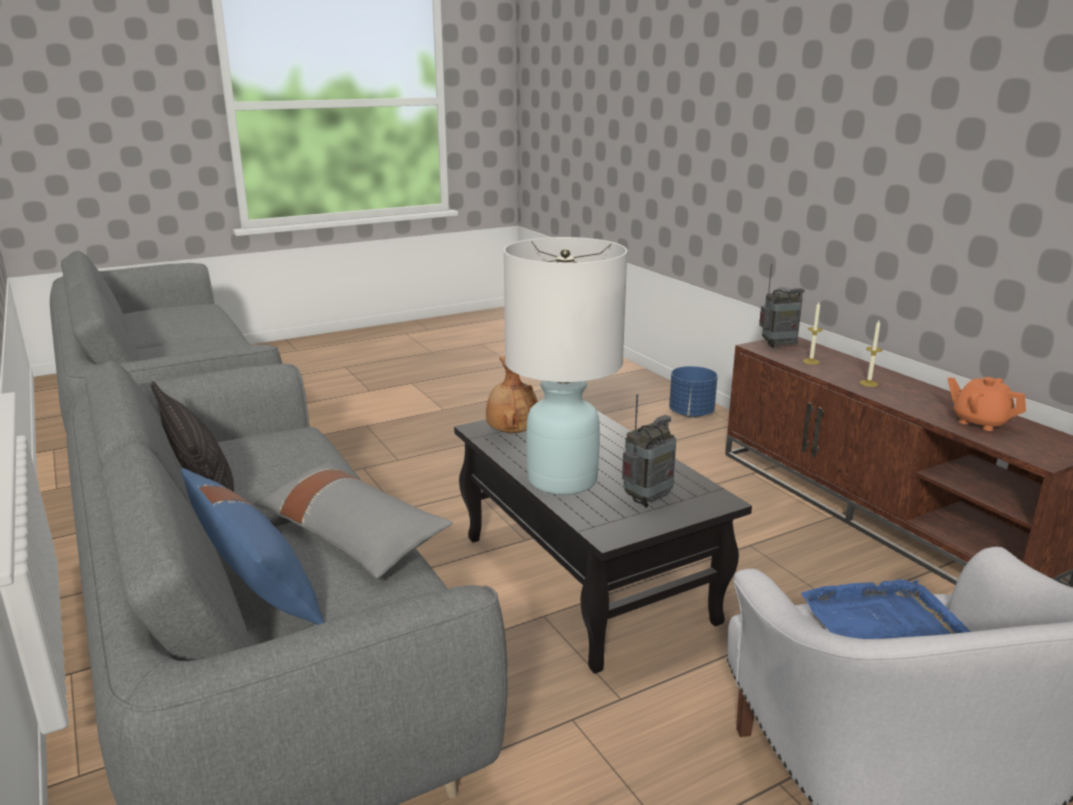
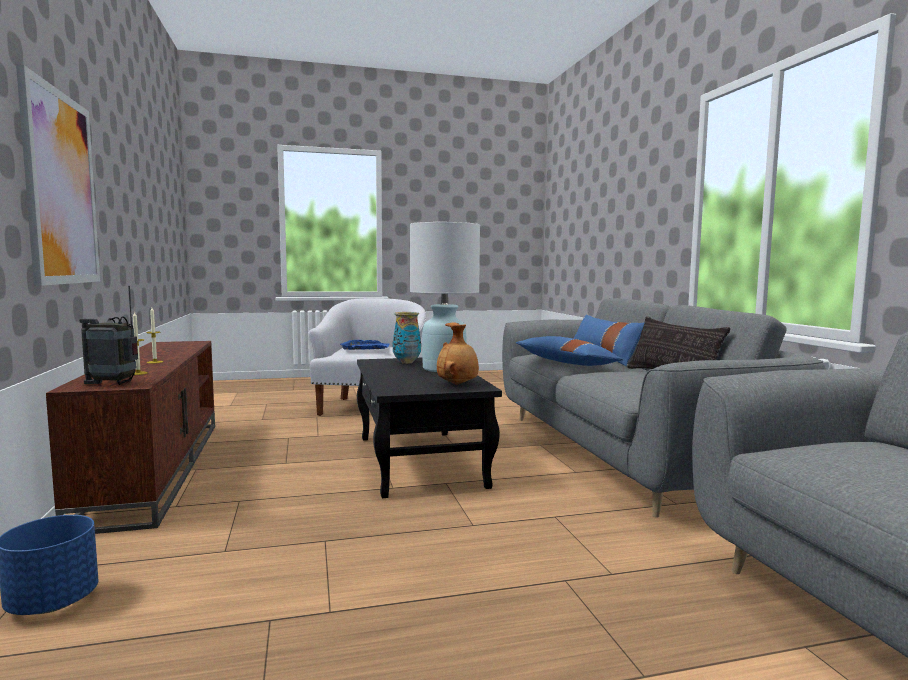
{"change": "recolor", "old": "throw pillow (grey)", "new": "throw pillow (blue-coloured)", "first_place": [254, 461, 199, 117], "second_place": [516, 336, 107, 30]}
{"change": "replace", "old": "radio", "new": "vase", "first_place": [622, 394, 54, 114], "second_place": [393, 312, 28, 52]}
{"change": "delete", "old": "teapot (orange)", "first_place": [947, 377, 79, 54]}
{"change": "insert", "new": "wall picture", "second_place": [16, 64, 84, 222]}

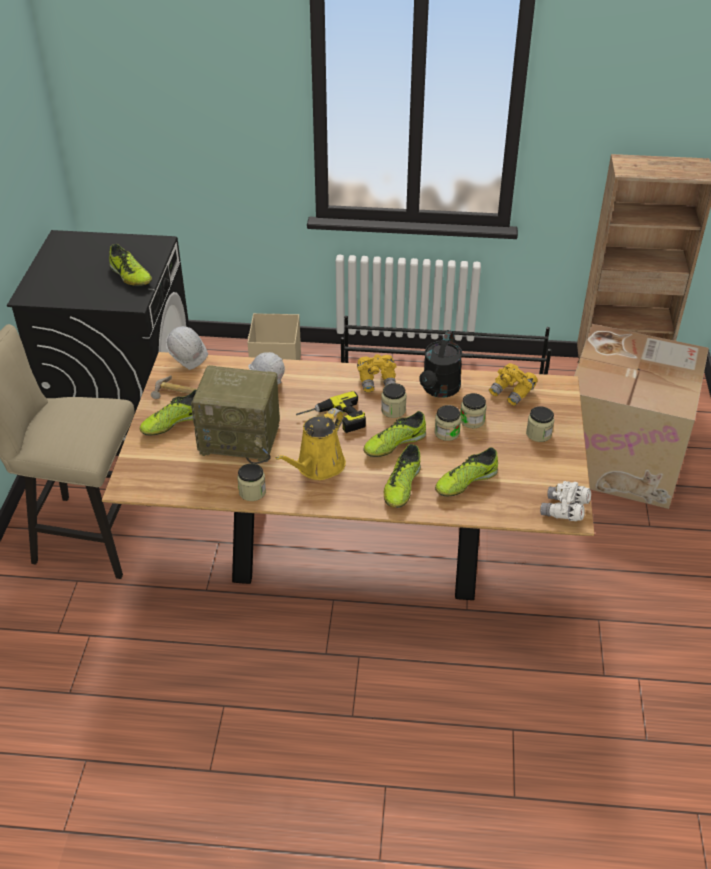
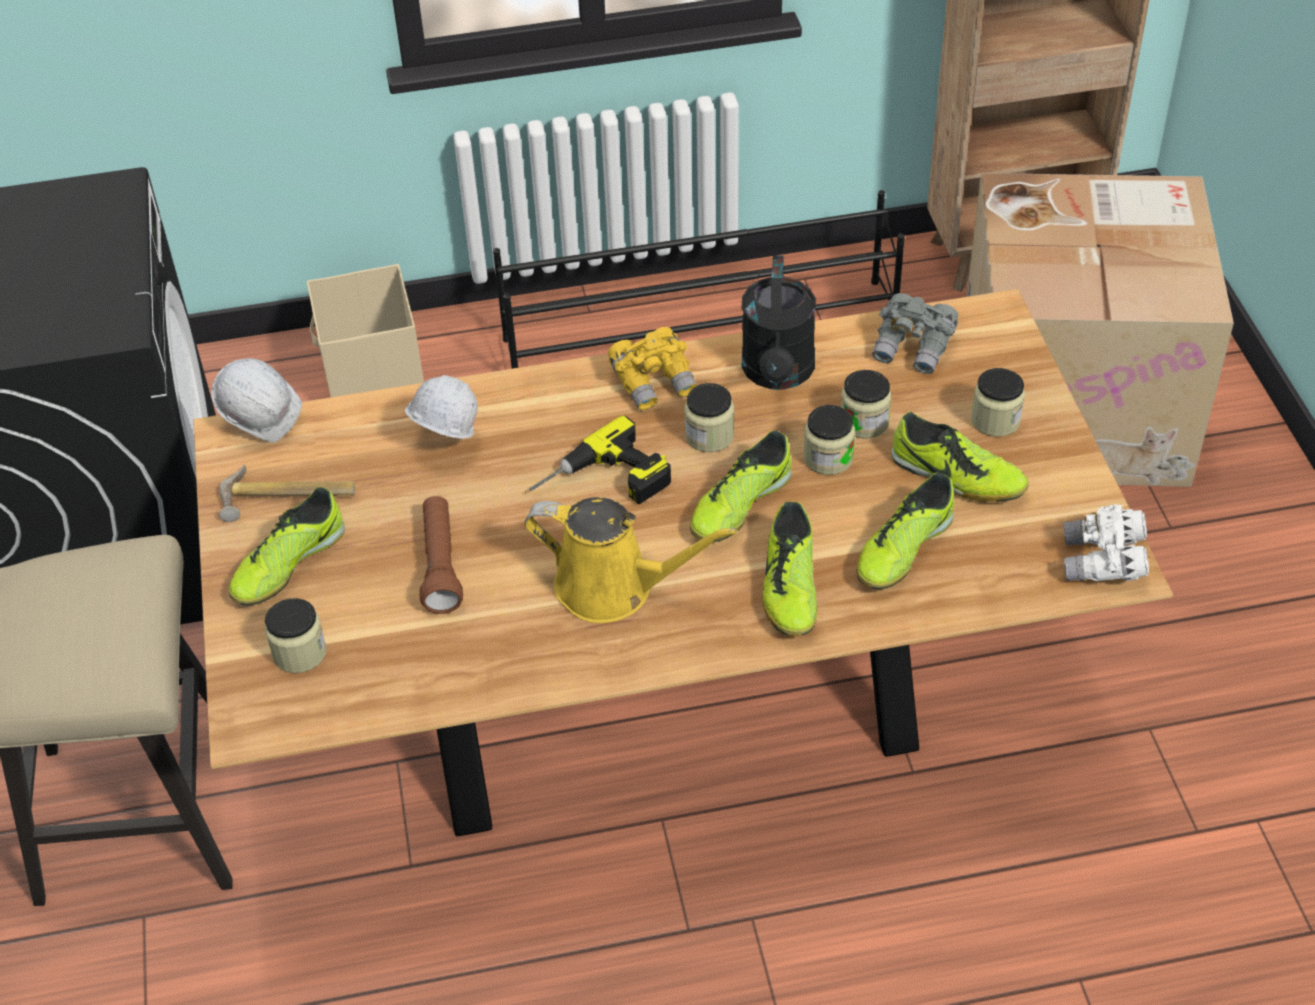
{"change": "move", "old": "item of footwear", "first_place": [109, 244, 43, 42], "second_place": [891, 412, 138, 90]}
{"change": "replace", "old": "radio", "new": "flashlight (brown)", "first_place": [191, 365, 89, 99], "second_place": [419, 496, 44, 118]}
{"change": "move", "old": "jar", "first_place": [237, 463, 29, 38], "second_place": [265, 598, 62, 75]}
{"change": "rotate", "old": "sprinkling can (yellowish)", "first_place": [275, 408, 71, 72], "second_place": [525, 497, 213, 126], "degrees": -90}
{"change": "recolor", "old": "field glasses (yellowish)", "new": "field glasses (grey)", "first_place": [489, 363, 49, 43], "second_place": [872, 293, 86, 81]}

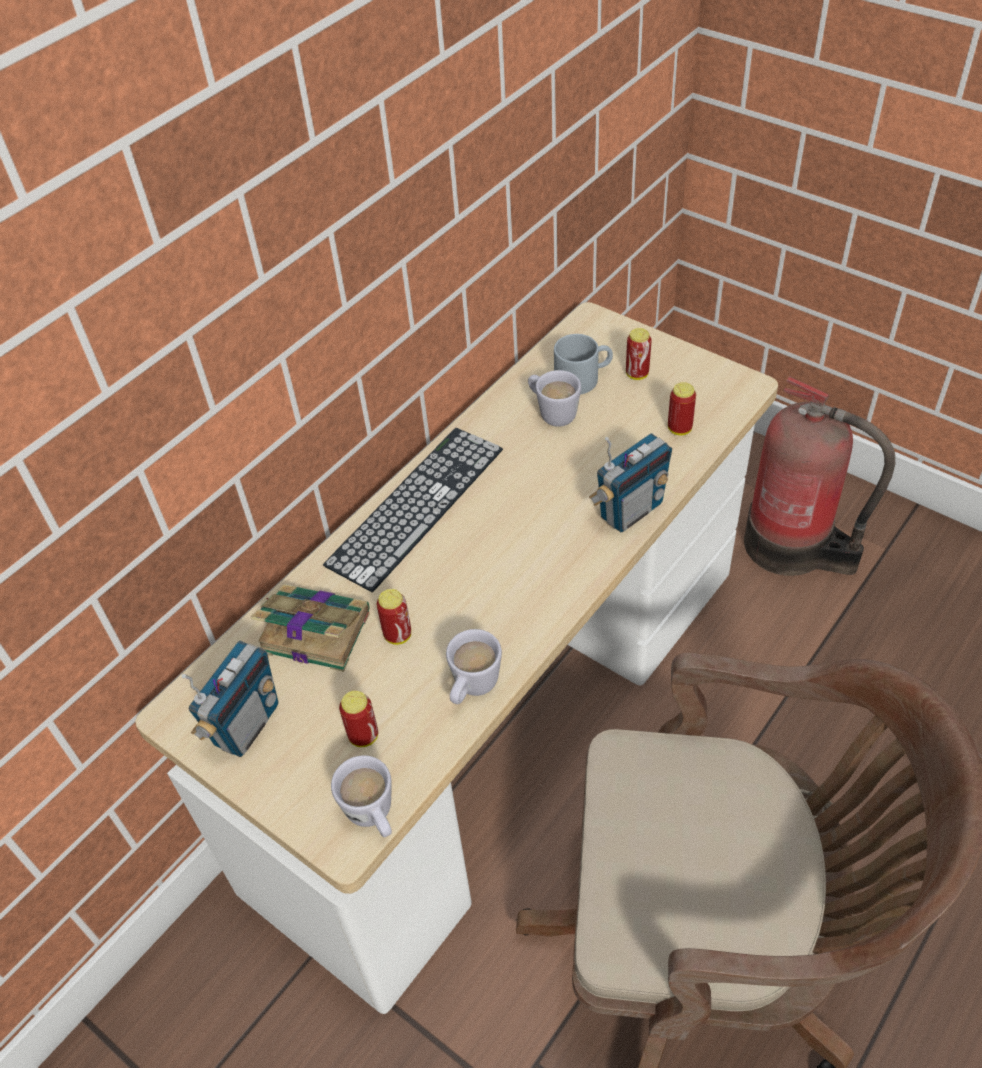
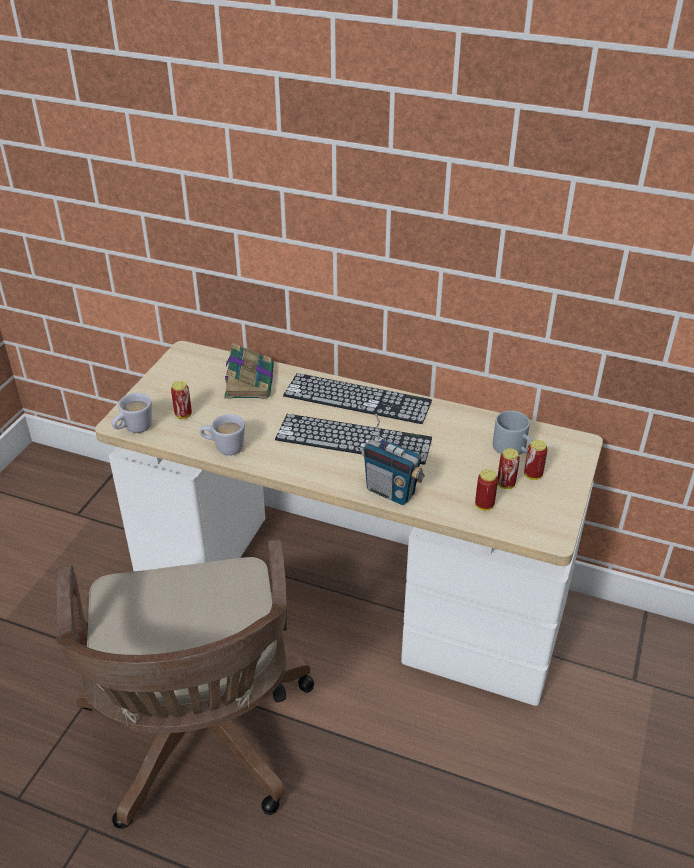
{"change": "delete", "old": "radio", "first_place": [182, 641, 96, 116]}
{"change": "move", "old": "metal can", "first_place": [377, 589, 34, 56], "second_place": [498, 448, 22, 41]}
{"change": "delete", "old": "tea mug (whitish)", "first_place": [528, 370, 53, 57]}
{"change": "delete", "old": "extinguisher", "first_place": [744, 376, 151, 200]}
{"change": "insert", "new": "PC keyboard", "second_place": [275, 414, 157, 50]}

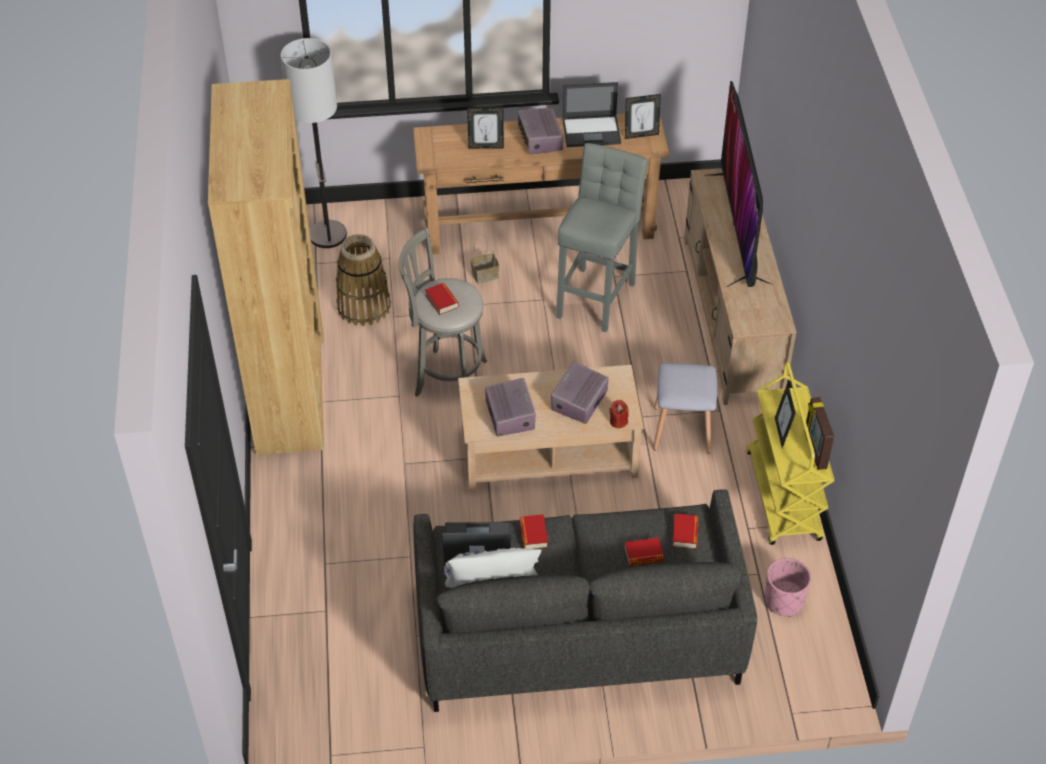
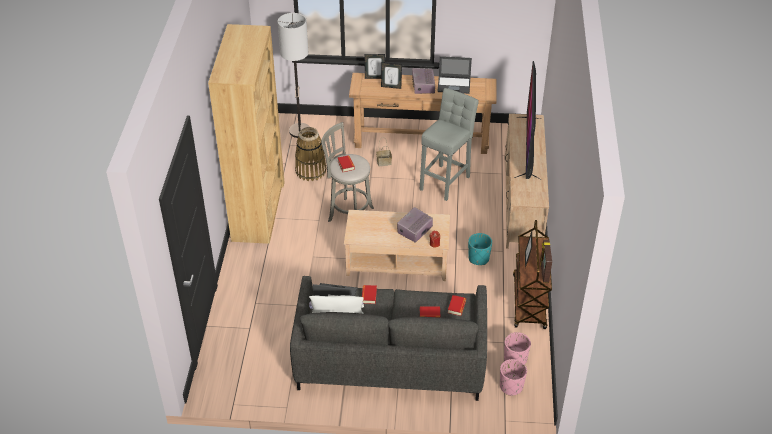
{"change": "delete", "old": "radio", "first_place": [485, 378, 51, 58]}
{"change": "move", "old": "photo frame", "first_place": [625, 94, 36, 45], "second_place": [364, 54, 21, 25]}
{"change": "replace", "old": "stool seat (grey)", "new": "plant pot (turquoise-coloured)", "first_place": [653, 363, 64, 90], "second_place": [468, 233, 24, 32]}
{"change": "recolor", "old": "trolley (yellowish)", "new": "trolley (brown)", "first_place": [746, 362, 88, 183], "second_place": [513, 220, 39, 109]}
{"change": "insert", "new": "plant pot (pink)", "second_place": [500, 359, 27, 37]}

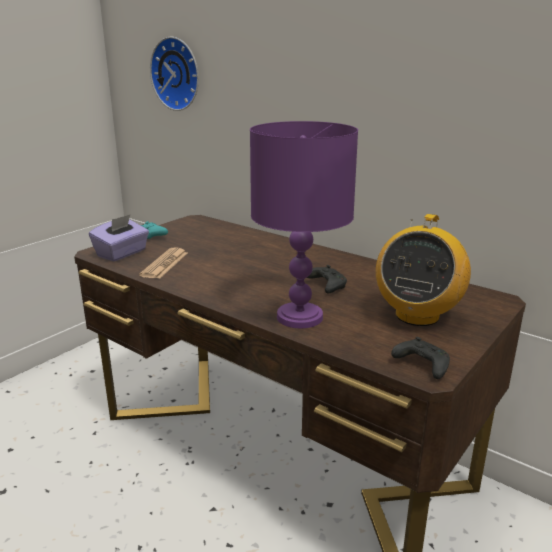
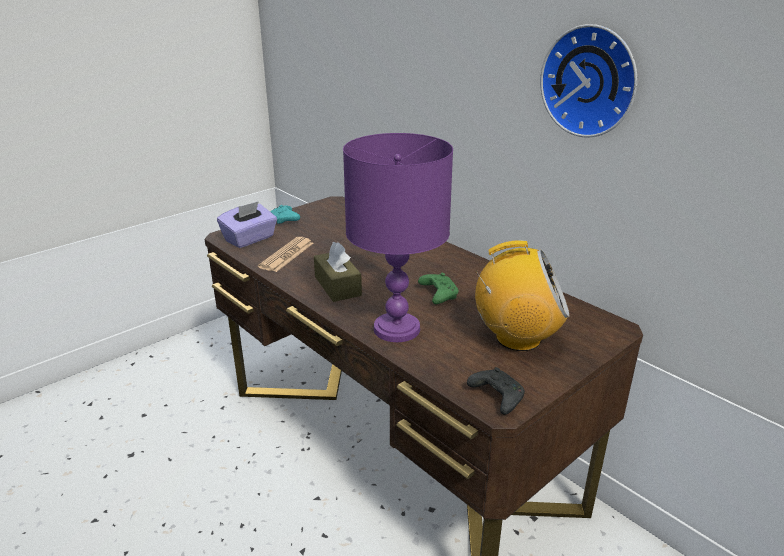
{"change": "move", "old": "clock on the wall", "first_place": [150, 37, 49, 74], "second_place": [540, 24, 97, 114]}
{"change": "recolor", "old": "game controller (blackish)", "new": "game controller (greenish)", "first_place": [307, 265, 40, 28], "second_place": [418, 273, 40, 31]}
{"change": "rotate", "old": "radio", "first_place": [376, 214, 95, 112], "second_place": [475, 240, 94, 111], "degrees": -120}
{"change": "insert", "new": "tissue holder (brown)", "second_place": [314, 242, 48, 60]}

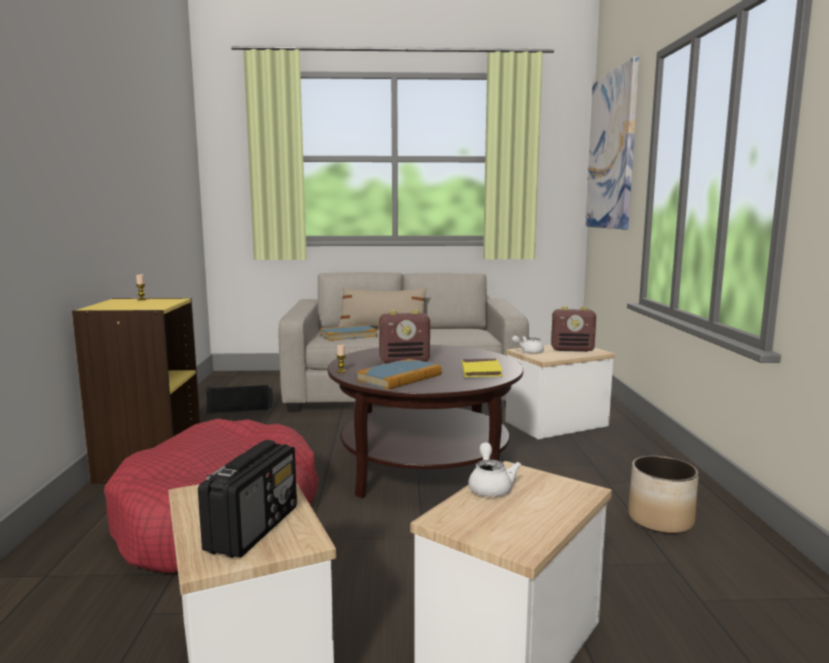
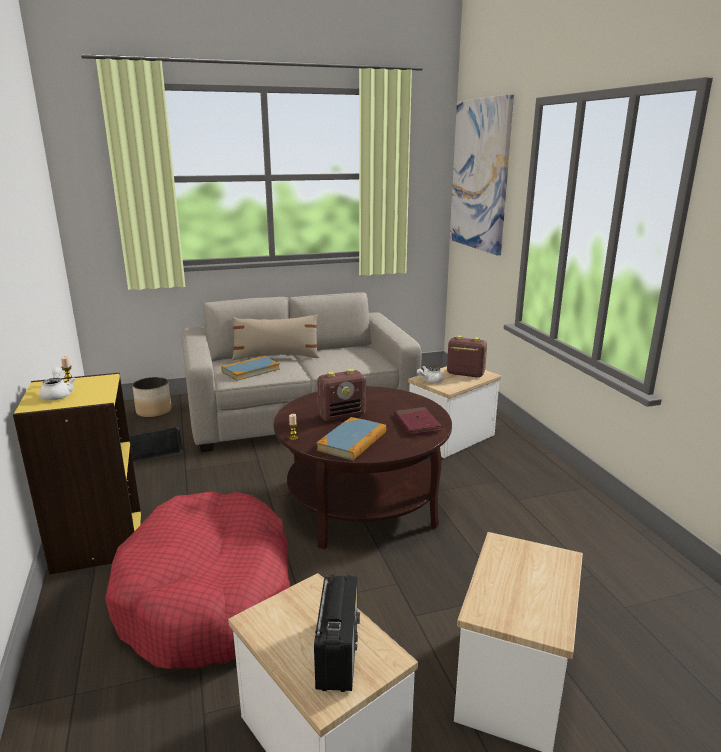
{"change": "recolor", "old": "book (yellowish)", "new": "book (reddish)", "first_place": [462, 359, 41, 18], "second_place": [395, 407, 46, 28]}
{"change": "move", "old": "teapot (whitish)", "first_place": [468, 442, 53, 55], "second_place": [39, 367, 37, 34]}
{"change": "rotate", "old": "radio", "first_place": [551, 306, 45, 46], "second_place": [447, 336, 40, 41], "degrees": -150}
{"change": "move", "old": "plant pot", "first_place": [628, 456, 71, 78], "second_place": [132, 377, 40, 41]}

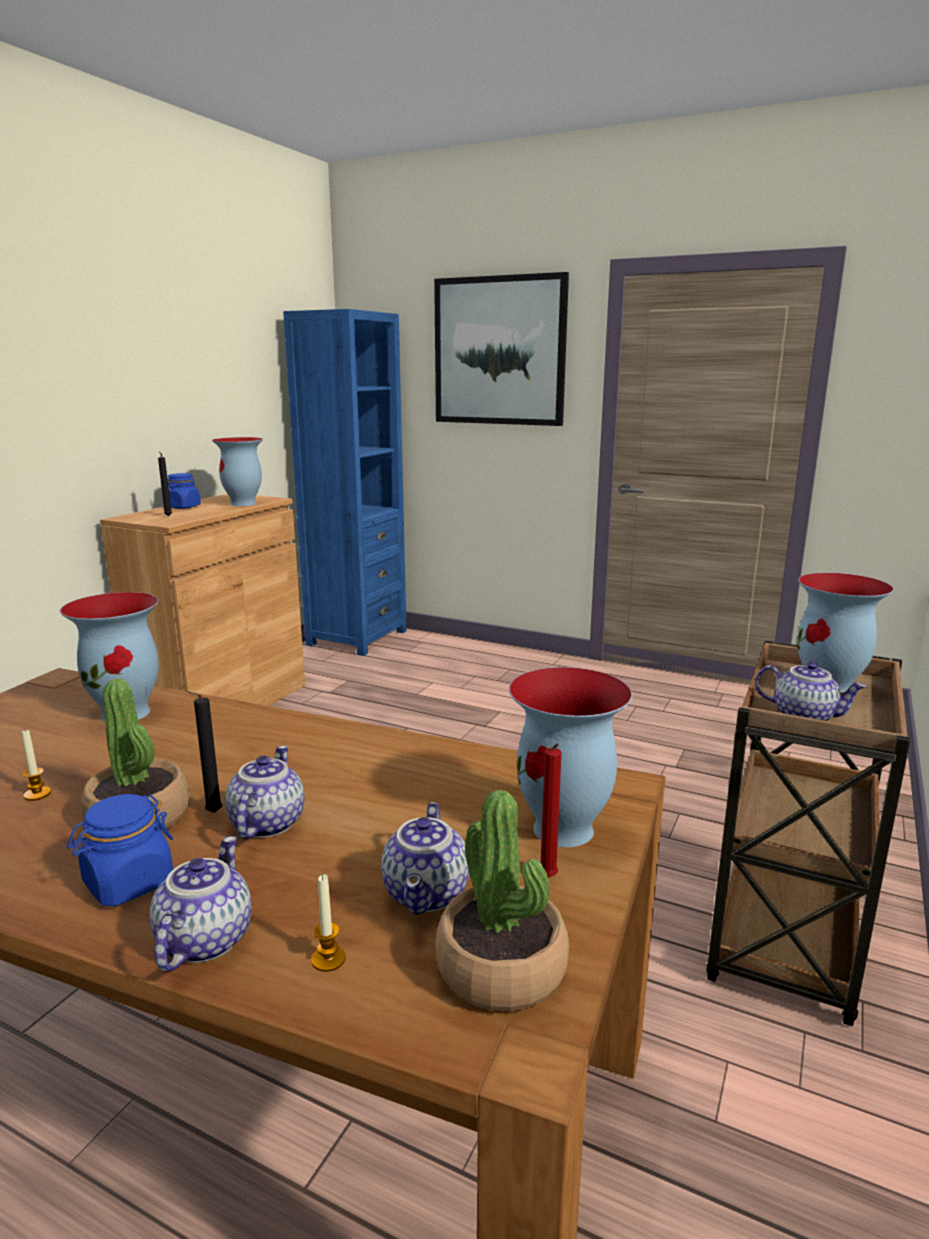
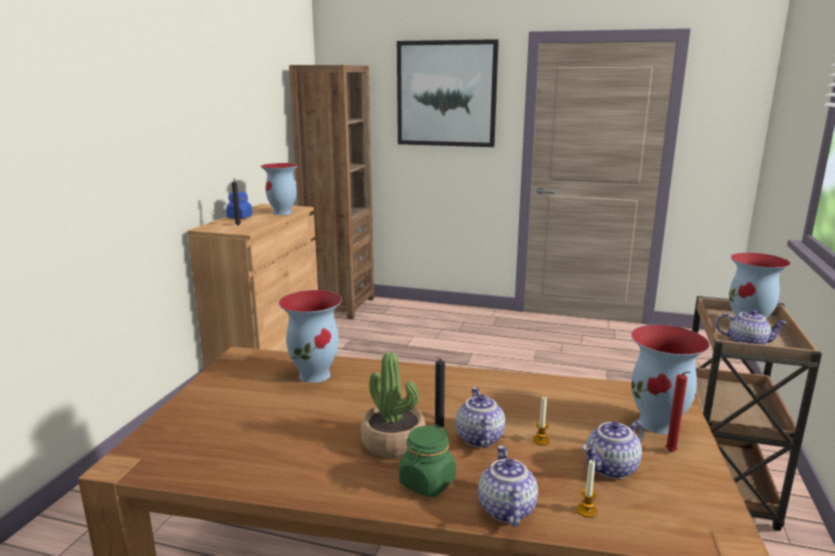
{"change": "move", "old": "wax candle", "first_place": [21, 730, 30, 71], "second_place": [533, 397, 17, 48]}
{"change": "recolor", "old": "jar (blue-coloured)", "new": "jar (greenish)", "first_place": [66, 794, 107, 112], "second_place": [399, 425, 57, 72]}
{"change": "recolor", "old": "bookshelf (blue-coloured)", "new": "bookshelf (brown)", "first_place": [283, 309, 124, 347], "second_place": [289, 65, 85, 255]}
{"change": "rotate", "old": "teapot", "first_place": [381, 802, 88, 113], "second_place": [583, 420, 61, 59], "degrees": 60}
{"change": "delete", "old": "potted plant", "first_place": [435, 790, 134, 221]}

